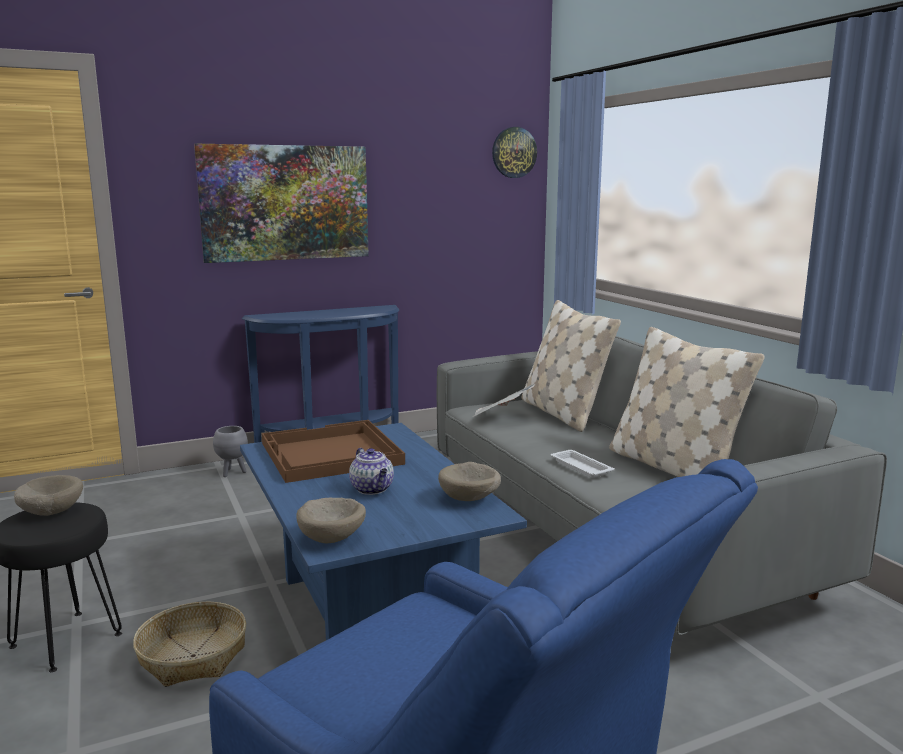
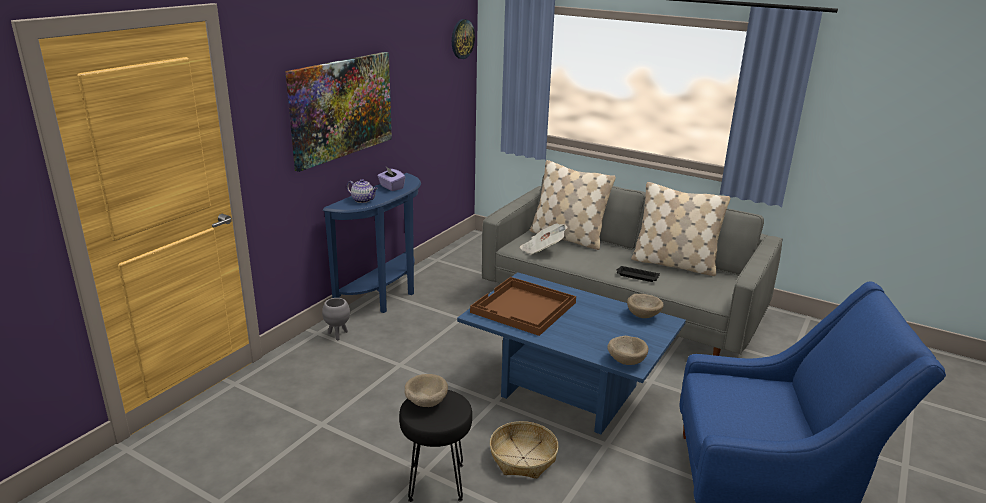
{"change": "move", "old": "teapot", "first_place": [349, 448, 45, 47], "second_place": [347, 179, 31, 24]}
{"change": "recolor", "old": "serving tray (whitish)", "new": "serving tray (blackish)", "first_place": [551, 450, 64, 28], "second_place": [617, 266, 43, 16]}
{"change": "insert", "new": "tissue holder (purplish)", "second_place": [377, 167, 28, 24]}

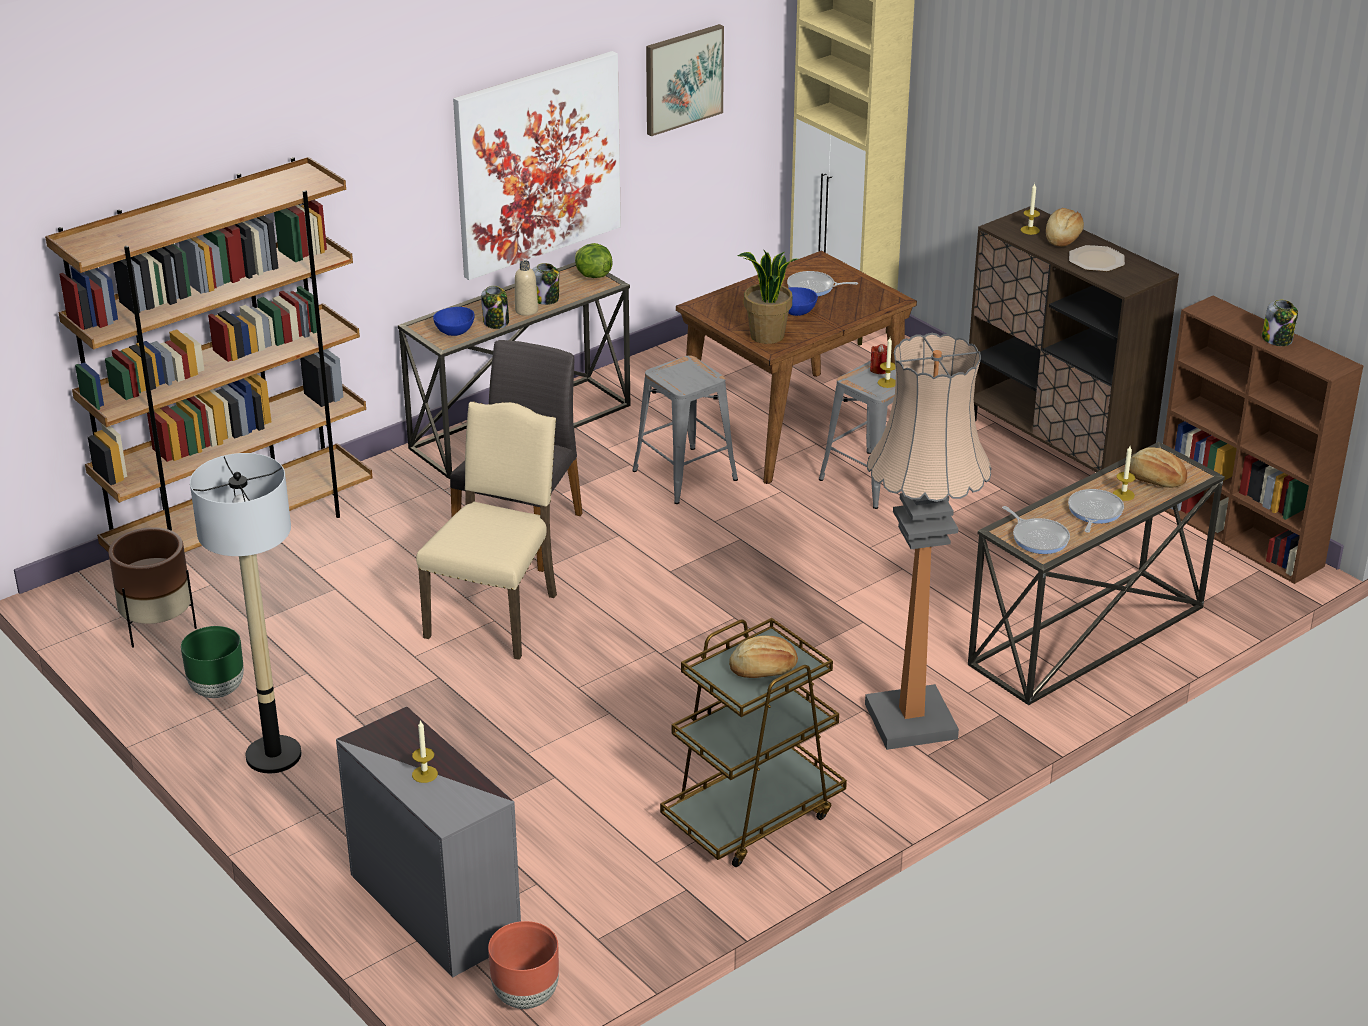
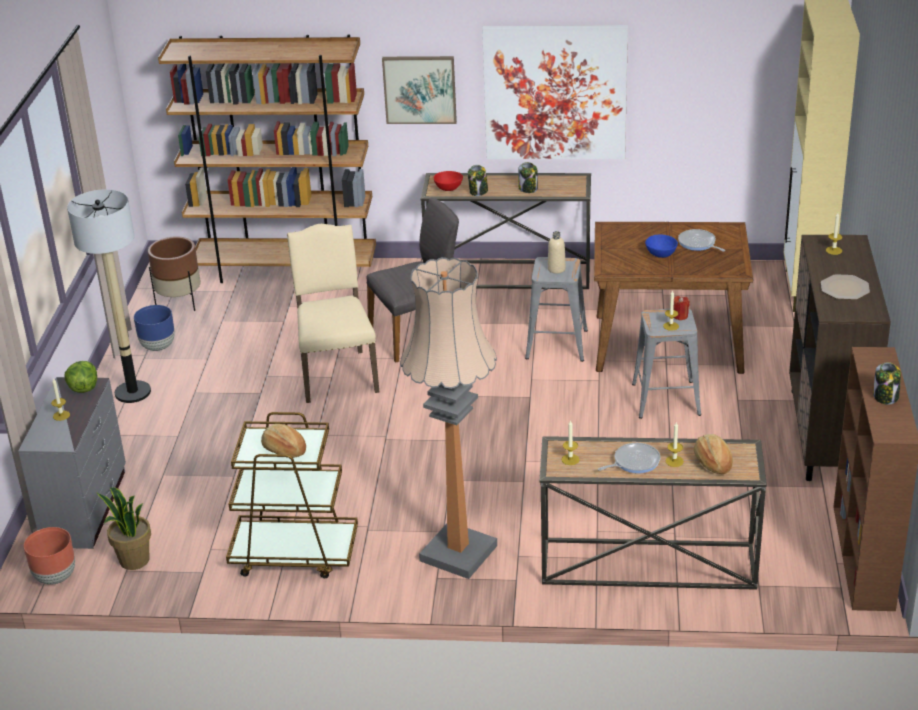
{"change": "recolor", "old": "plant pot (greenish)", "new": "plant pot (blue-coloured)", "first_place": [181, 626, 63, 72], "second_place": [134, 305, 41, 46]}
{"change": "rotate", "old": "chair (sand-coloured)", "first_place": [416, 402, 141, 258], "second_place": [287, 223, 92, 180], "degrees": -75}
{"change": "recolor", "old": "serving bowl (blue-coloured)", "new": "serving bowl (reddish)", "first_place": [433, 307, 41, 29], "second_place": [434, 171, 29, 20]}
{"change": "move", "old": "bottle (sand-coloured)", "first_place": [515, 260, 23, 56], "second_place": [548, 231, 18, 43]}
{"change": "move", "old": "lettuce head", "first_place": [575, 243, 38, 35], "second_place": [64, 361, 33, 32]}
{"change": "move", "old": "wall picture", "first_place": [646, 24, 78, 112], "second_place": [382, 56, 75, 68]}
{"change": "move", "old": "potted plant", "first_place": [738, 249, 59, 95], "second_place": [96, 487, 55, 83]}
{"change": "replace", "old": "skillet", "new": "wax candle", "first_place": [1002, 506, 68, 48], "second_place": [562, 420, 18, 45]}
{"change": "delete", "old": "bread", "first_place": [1046, 208, 38, 39]}

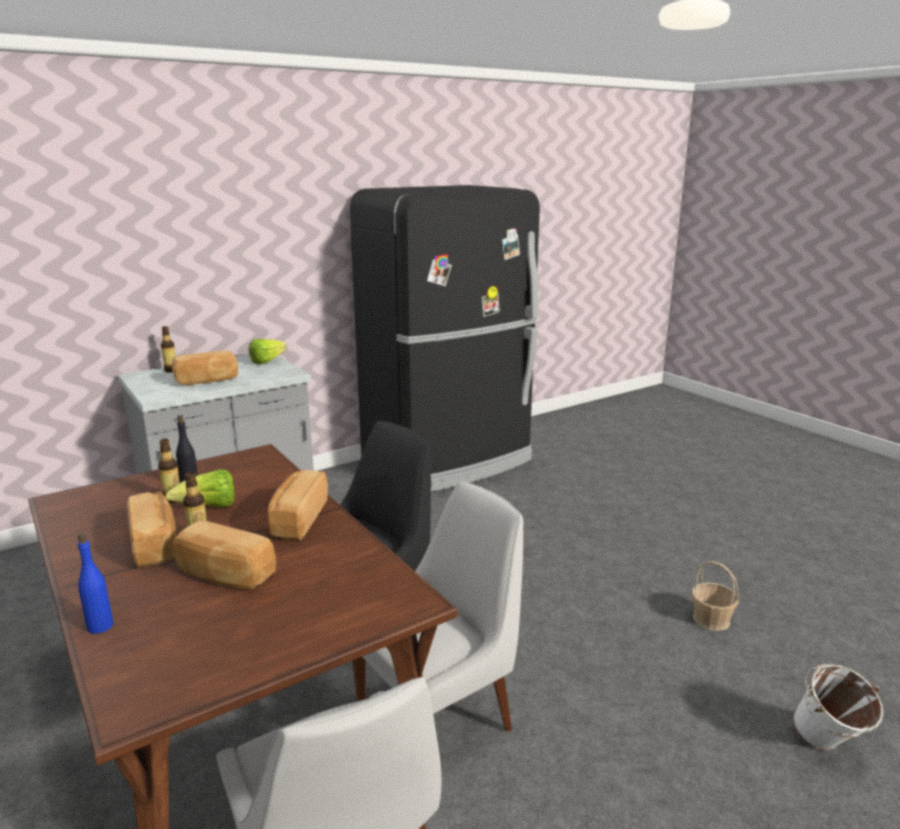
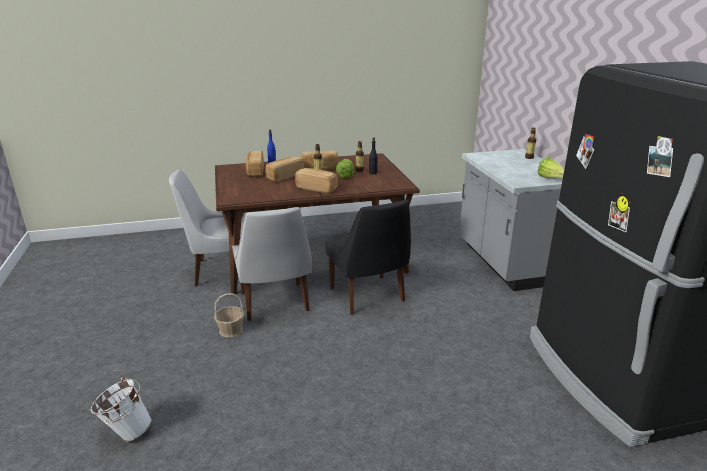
{"change": "move", "old": "bread", "first_place": [172, 351, 66, 34], "second_place": [246, 151, 18, 26]}
{"change": "move", "old": "household basket", "first_place": [692, 561, 47, 70], "second_place": [214, 293, 30, 45]}

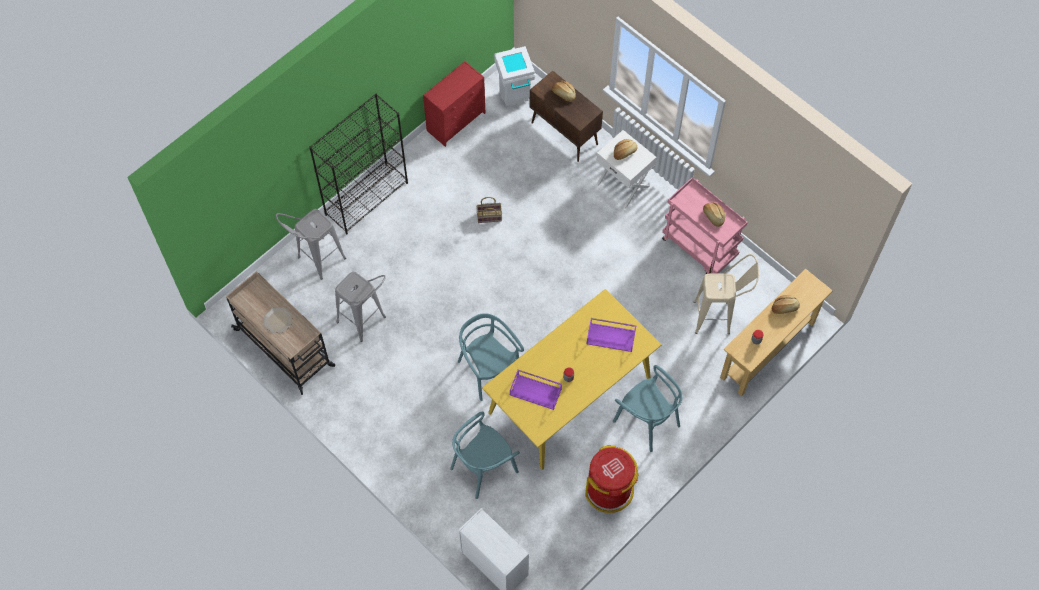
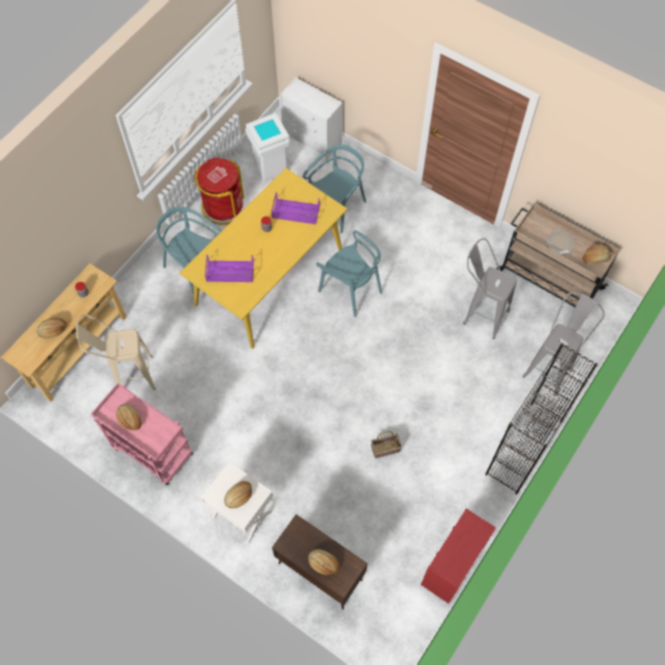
{"change": "move", "old": "trash can (whitish)", "first_place": [494, 46, 42, 60], "second_place": [245, 113, 45, 70]}
{"change": "insert", "new": "bread", "second_place": [582, 245, 29, 19]}

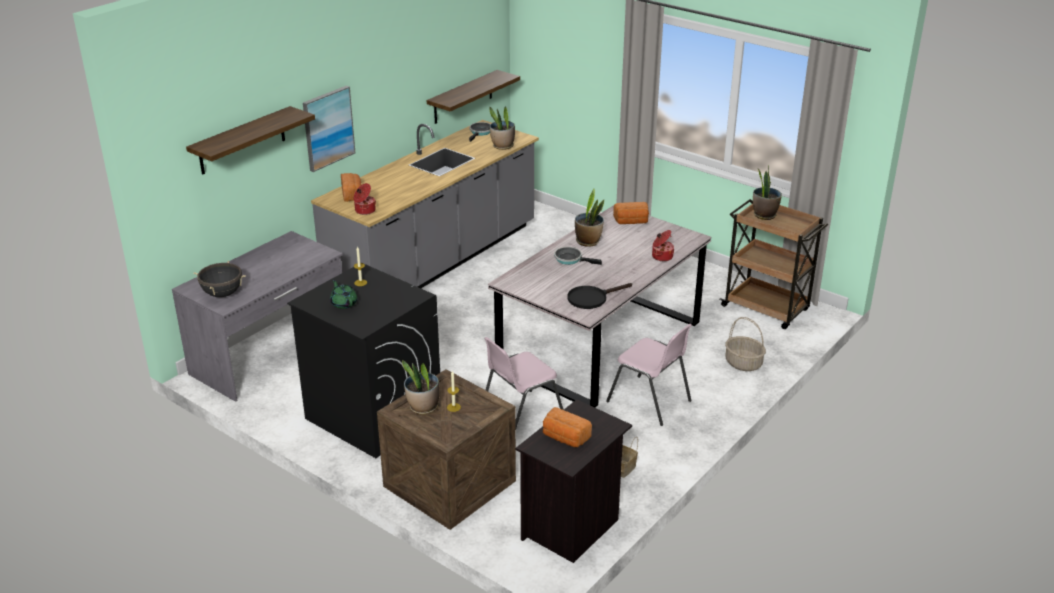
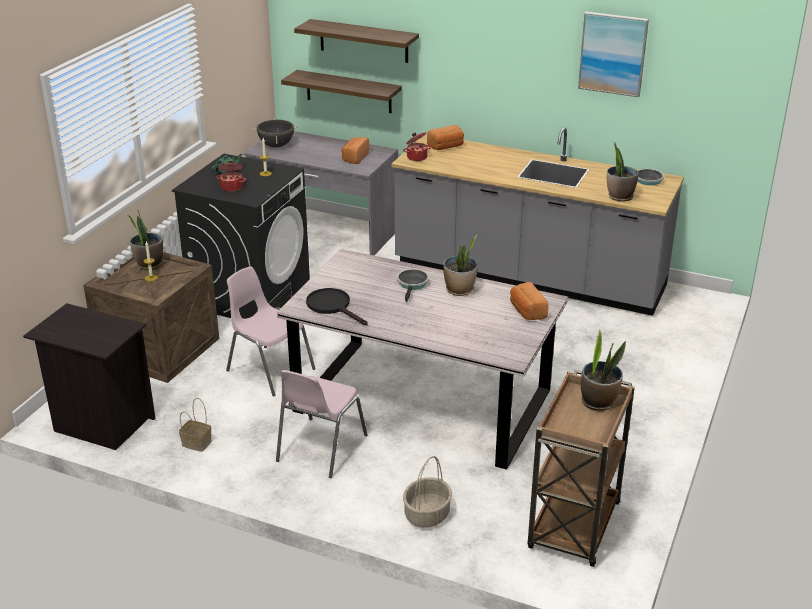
{"change": "move", "old": "wall picture", "first_place": [303, 86, 52, 86], "second_place": [578, 12, 71, 85]}
{"change": "move", "old": "shelf", "first_place": [427, 70, 93, 54], "second_place": [281, 70, 121, 43]}
{"change": "move", "old": "bread", "first_place": [543, 407, 49, 40], "second_place": [342, 137, 28, 27]}
{"change": "move", "old": "stockpot", "first_place": [652, 230, 22, 31], "second_place": [216, 161, 30, 31]}

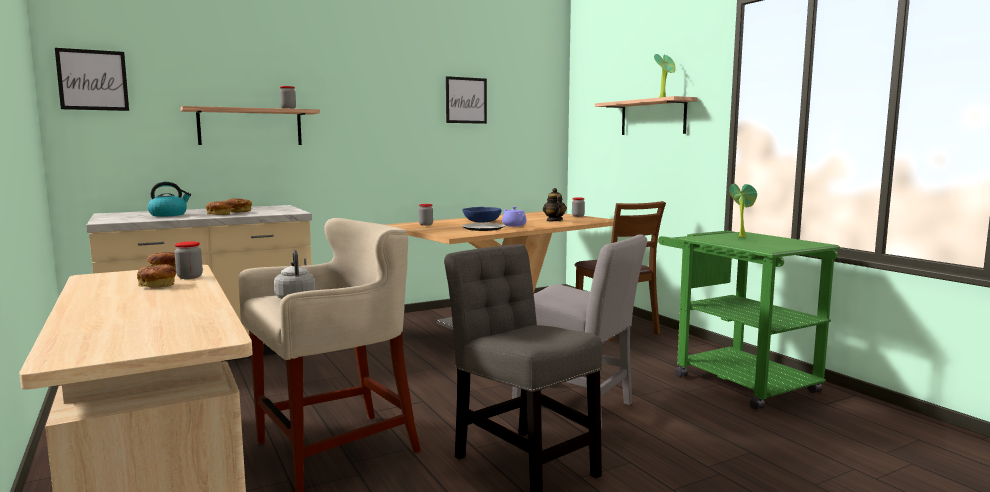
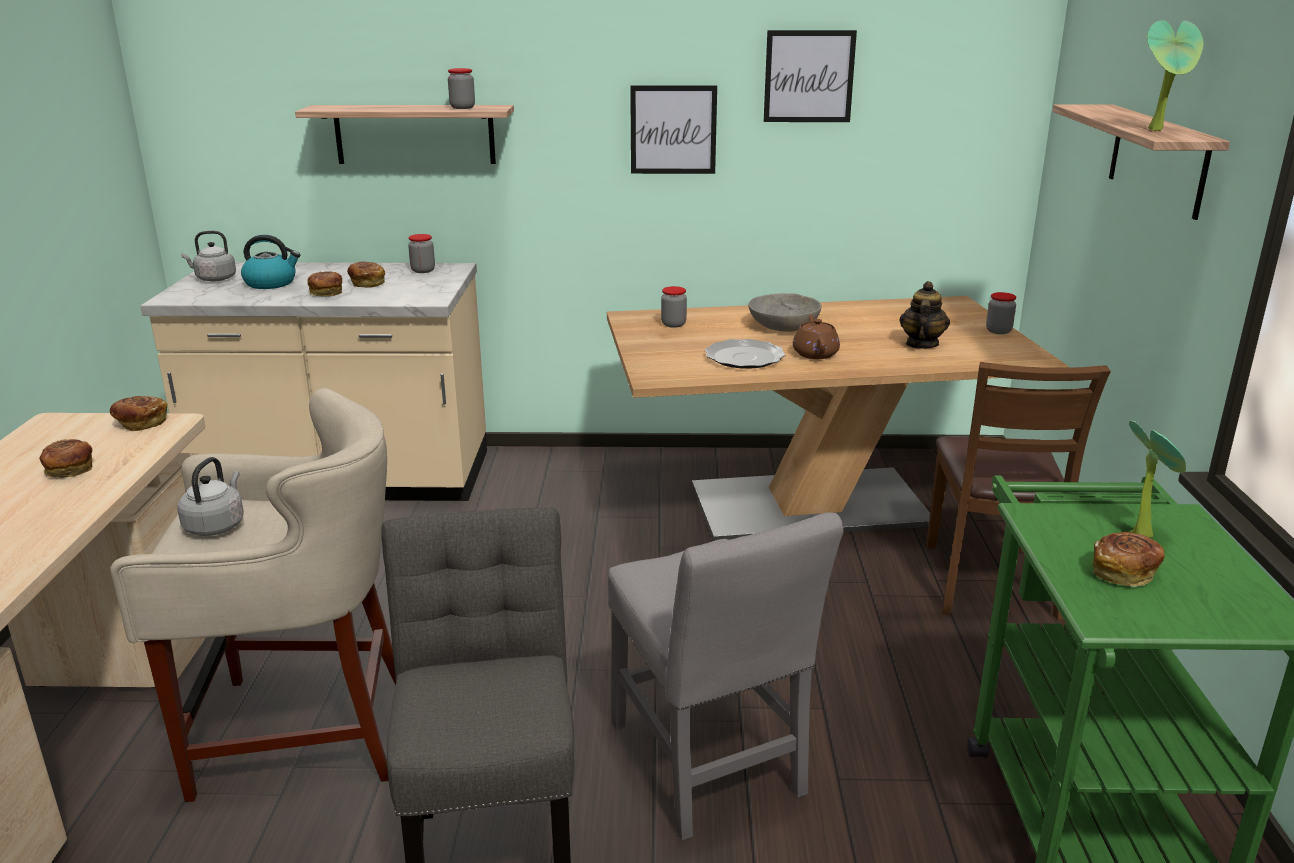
{"change": "move", "old": "wall picture", "first_place": [55, 48, 74, 63], "second_place": [630, 85, 87, 89]}
{"change": "move", "old": "jar", "first_place": [175, 242, 28, 37], "second_place": [408, 234, 27, 39]}
{"change": "recolor", "old": "serving bowl (blue-coloured)", "new": "serving bowl (grey)", "first_place": [462, 207, 40, 15], "second_place": [748, 293, 74, 38]}
{"change": "recolor", "old": "teapot (purplish)", "new": "teapot (brown)", "first_place": [502, 207, 25, 20], "second_place": [793, 315, 47, 44]}
{"change": "insert", "new": "water kettle (grey)", "second_place": [181, 231, 55, 50]}
{"change": "insert", "new": "bread", "second_place": [1093, 532, 72, 55]}

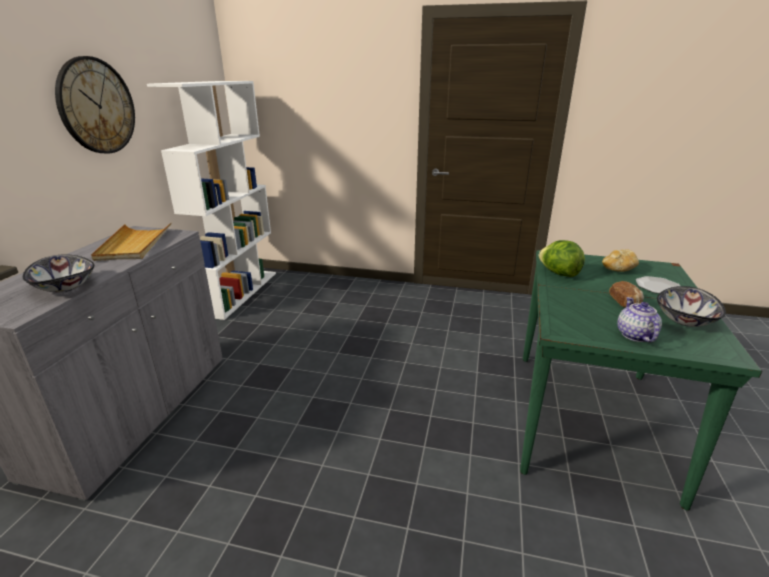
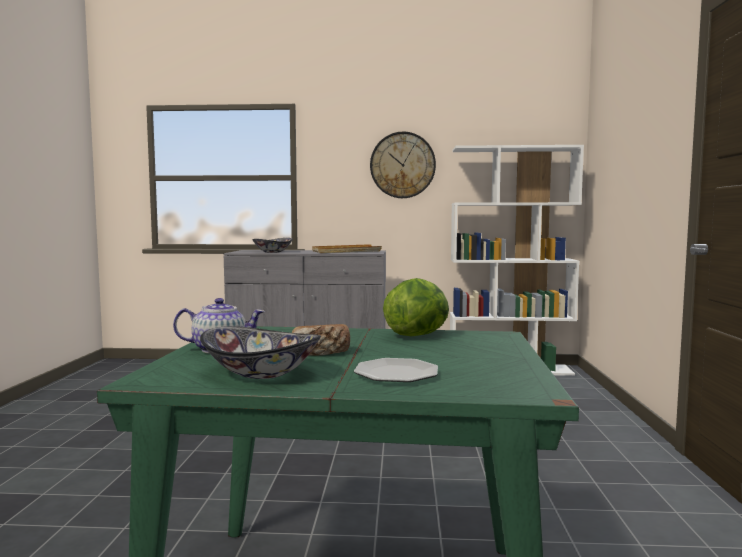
{"change": "delete", "old": "bread", "first_place": [602, 249, 37, 23]}

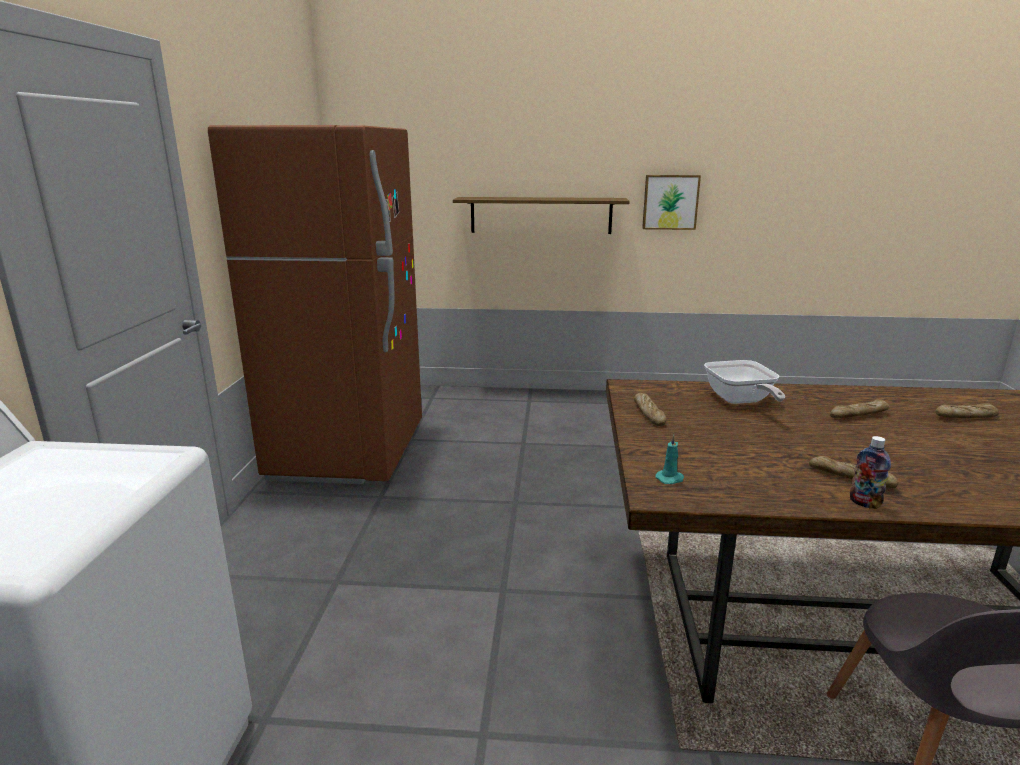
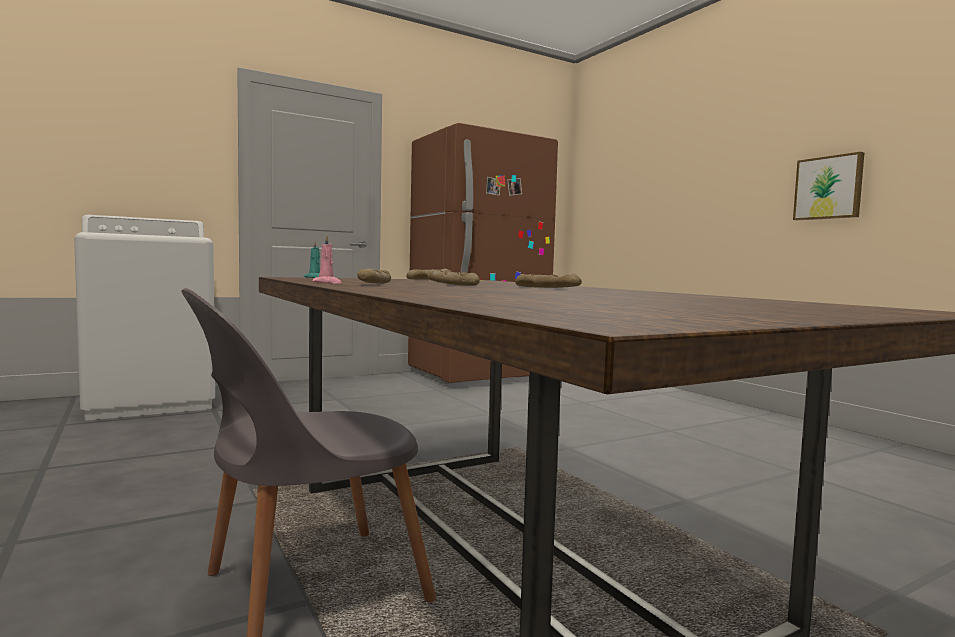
{"change": "delete", "old": "shelf", "first_place": [453, 197, 177, 37]}
{"change": "delete", "old": "skillet", "first_place": [704, 360, 81, 44]}
{"change": "replace", "old": "bottle", "new": "wax candle (pink)", "first_place": [850, 436, 41, 73], "second_place": [312, 235, 30, 49]}
{"change": "move", "old": "bread", "first_place": [936, 404, 63, 14], "second_place": [427, 269, 53, 17]}

